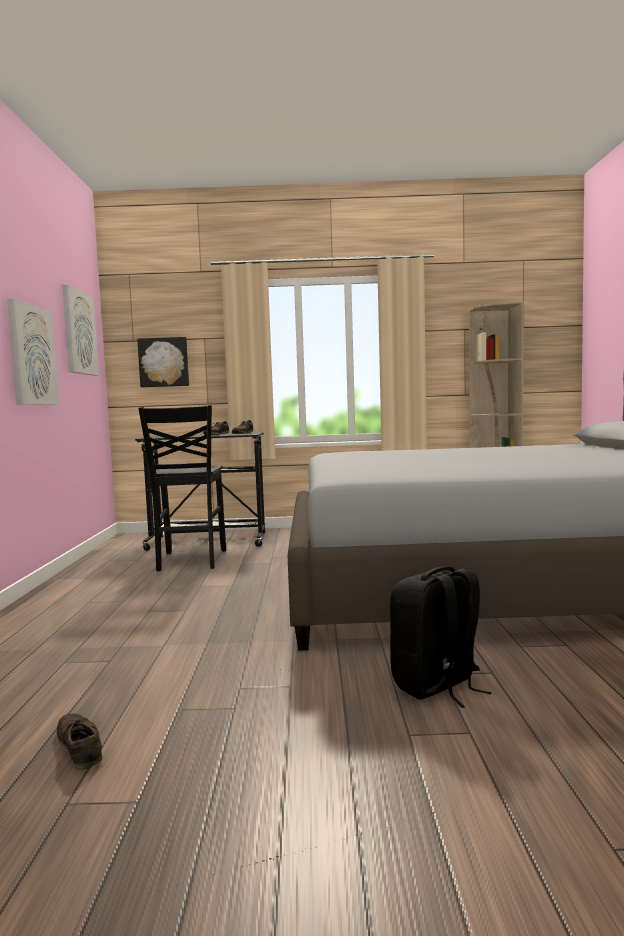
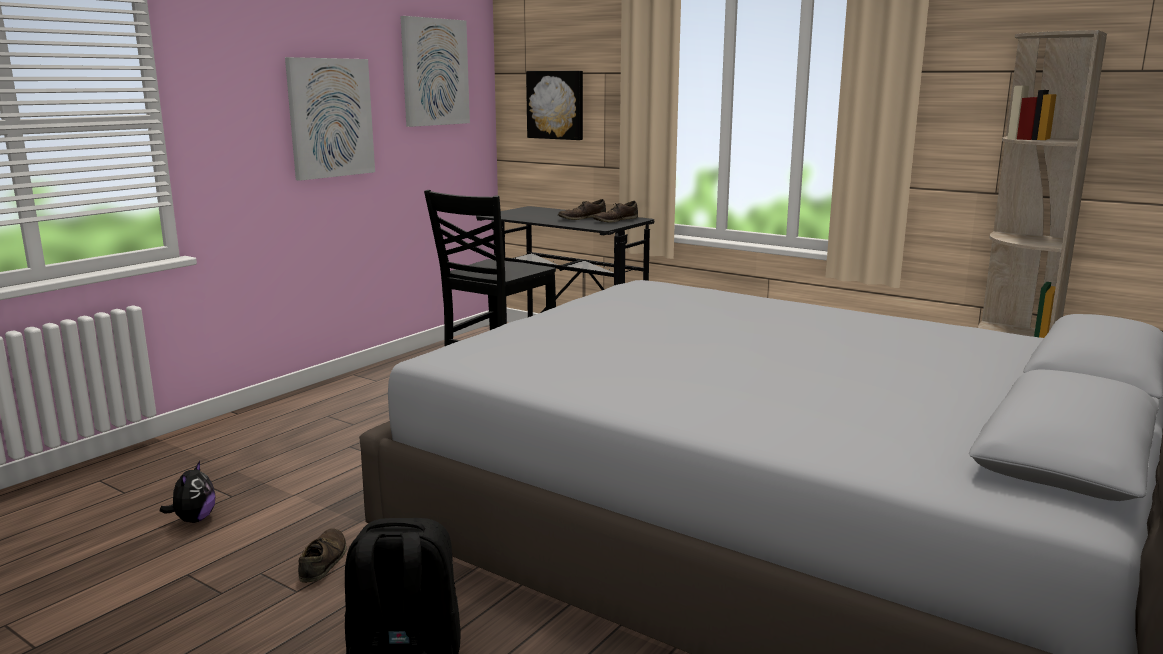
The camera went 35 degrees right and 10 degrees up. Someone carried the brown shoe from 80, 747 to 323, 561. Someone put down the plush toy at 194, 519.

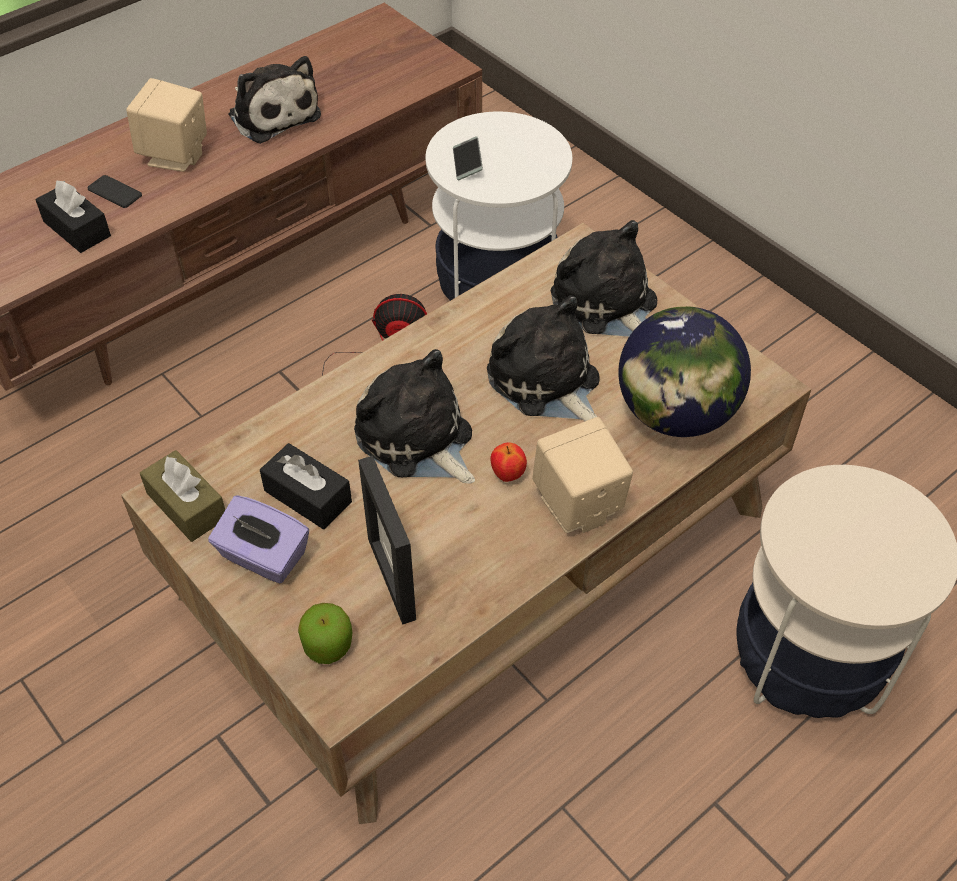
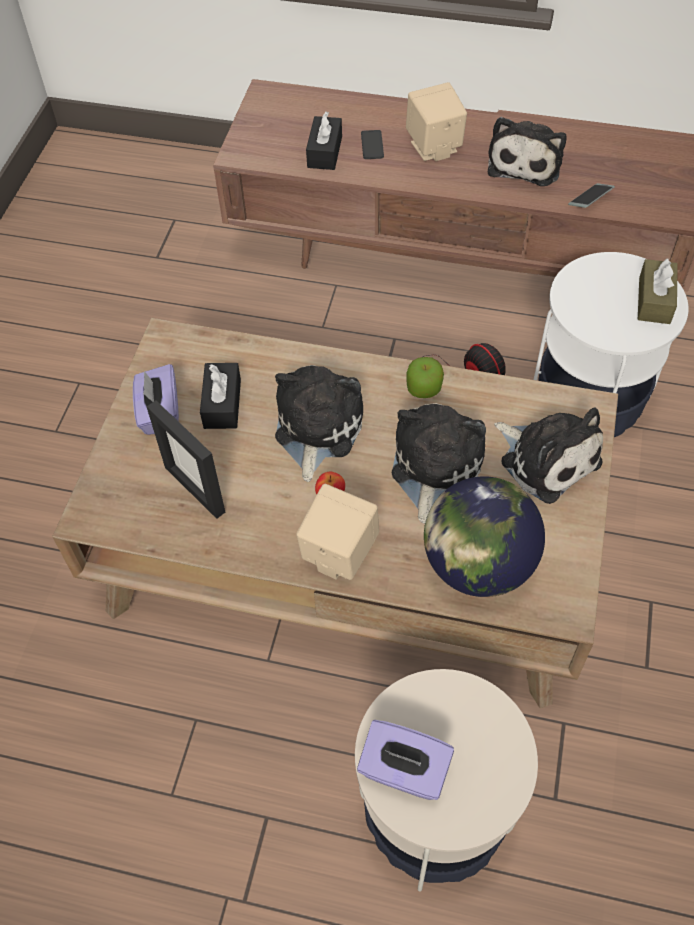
The camera went 55 degrees right and 5 degrees up. Someone carried the brown tissue box from 187, 506 to 654, 300. Someone carried the apple from 328, 645 to 424, 388. Someone rotated the picture frame at 394, 577 by 75 degrees counterclockwise. Someone carried the phone from 467, 163 to 590, 199. Someone rotated the plush toy at 607, 304 by 120 degrees clockwise. Someone put down the purple tissue box at 404, 771.

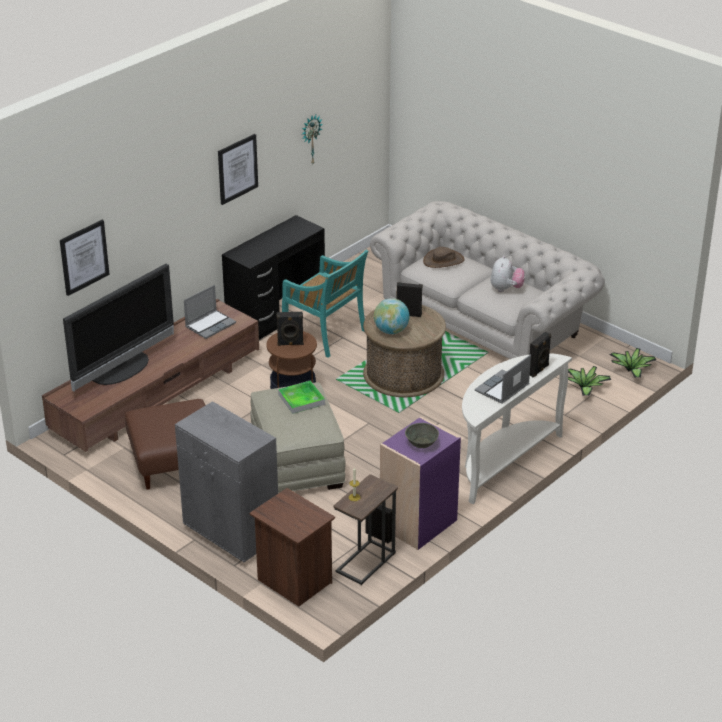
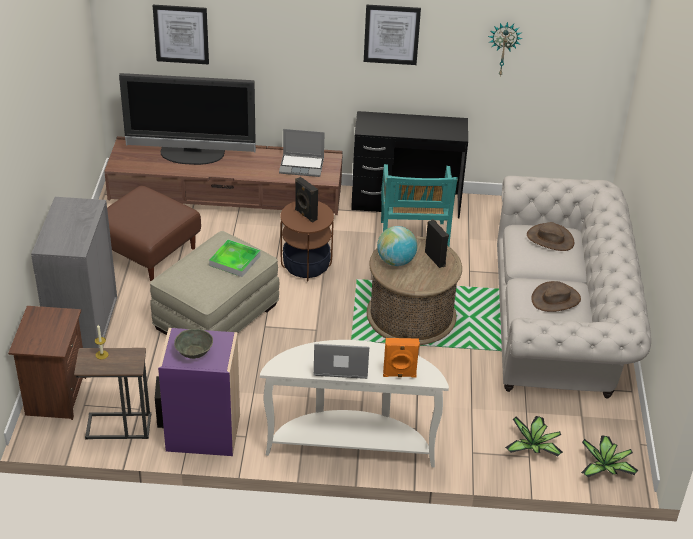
The camera went 50 degrees right and 5 degrees up. Someone swapped the plush toy at 506, 289 for the brown hat at 555, 299. Someone repainted the black speaker at 539, 370, which became the orange speaker at 399, 375.

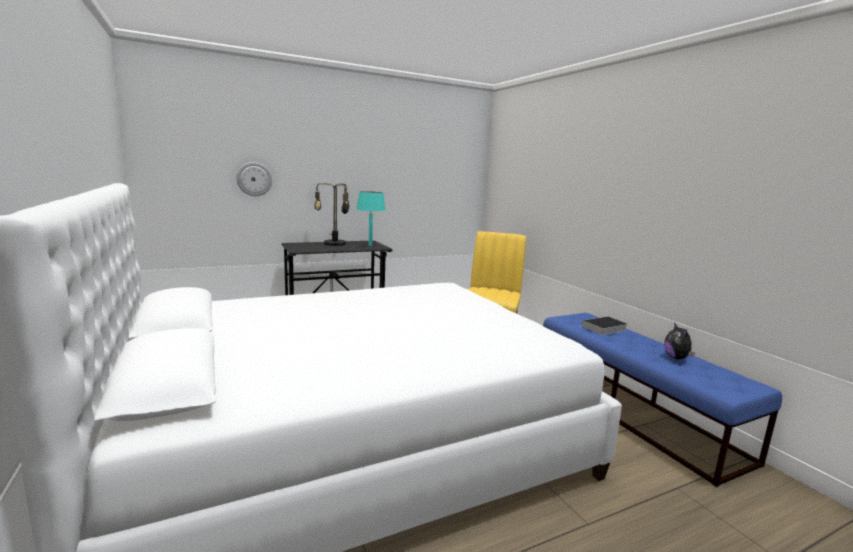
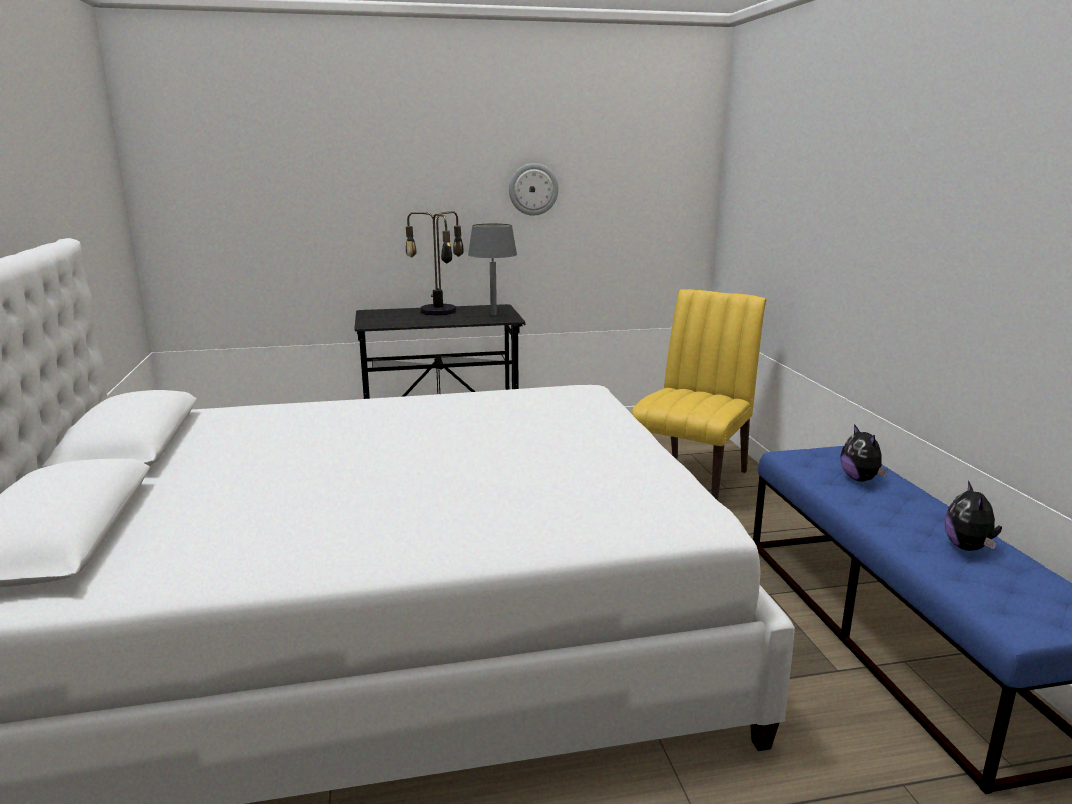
The camera went 15 degrees right and 5 degrees up. Someone carried the wall clock from 254, 179 to 533, 189. Someone repainted the turquoise table lamp at 370, 245, which became the grey table lamp at 493, 314. Someone swapped the book at 603, 328 for the plush toy at 860, 479.

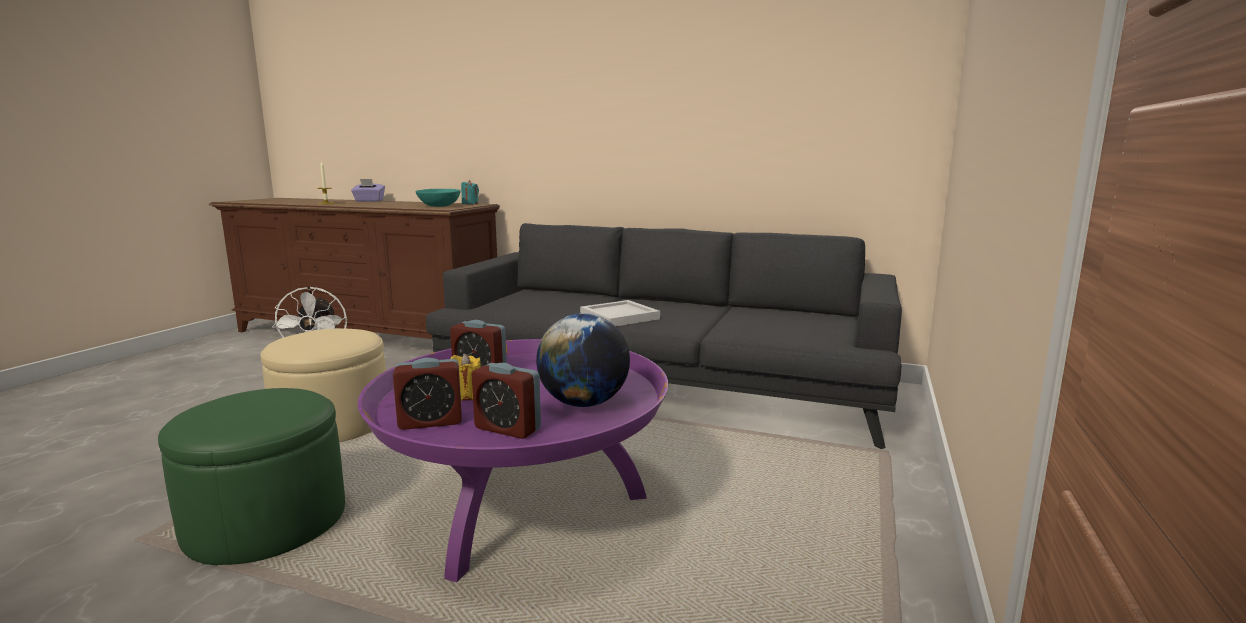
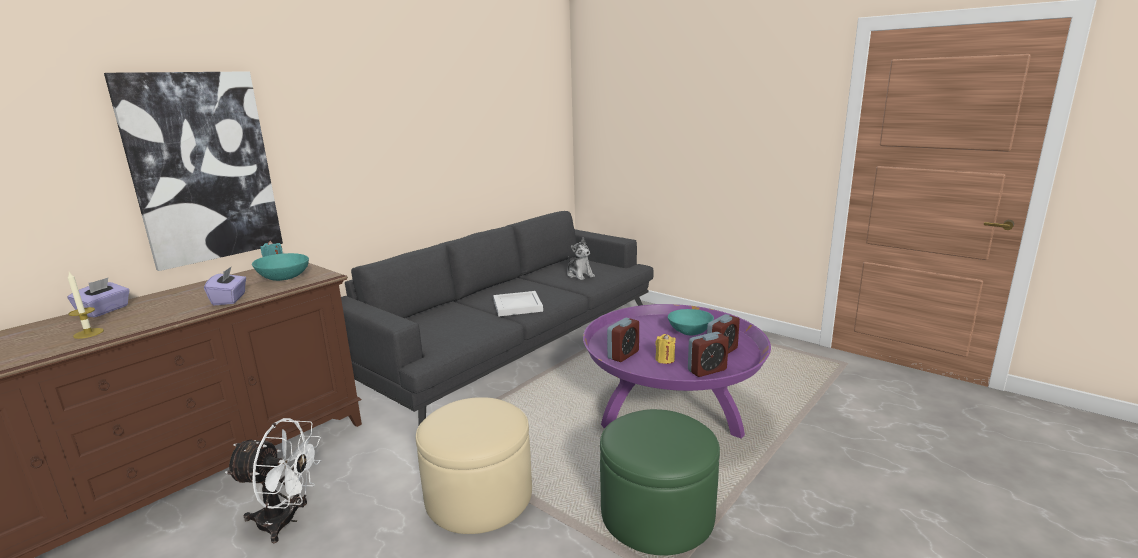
The camera went 70 degrees left and 5 degrees up. Someone rotated the alarm clock at 430, 422 by 60 degrees clockwise. Someone swapped the globe at 584, 403 for the turquoise bowl at 690, 331. Someone put up the picture at 202, 168. Someone put down the purple tissue box at 230, 299. Someone put down the plush toy at 580, 275.

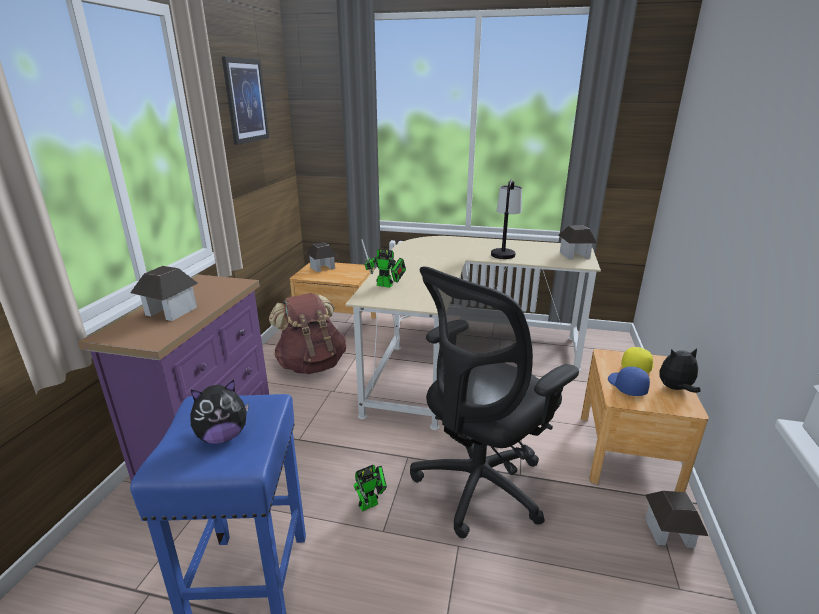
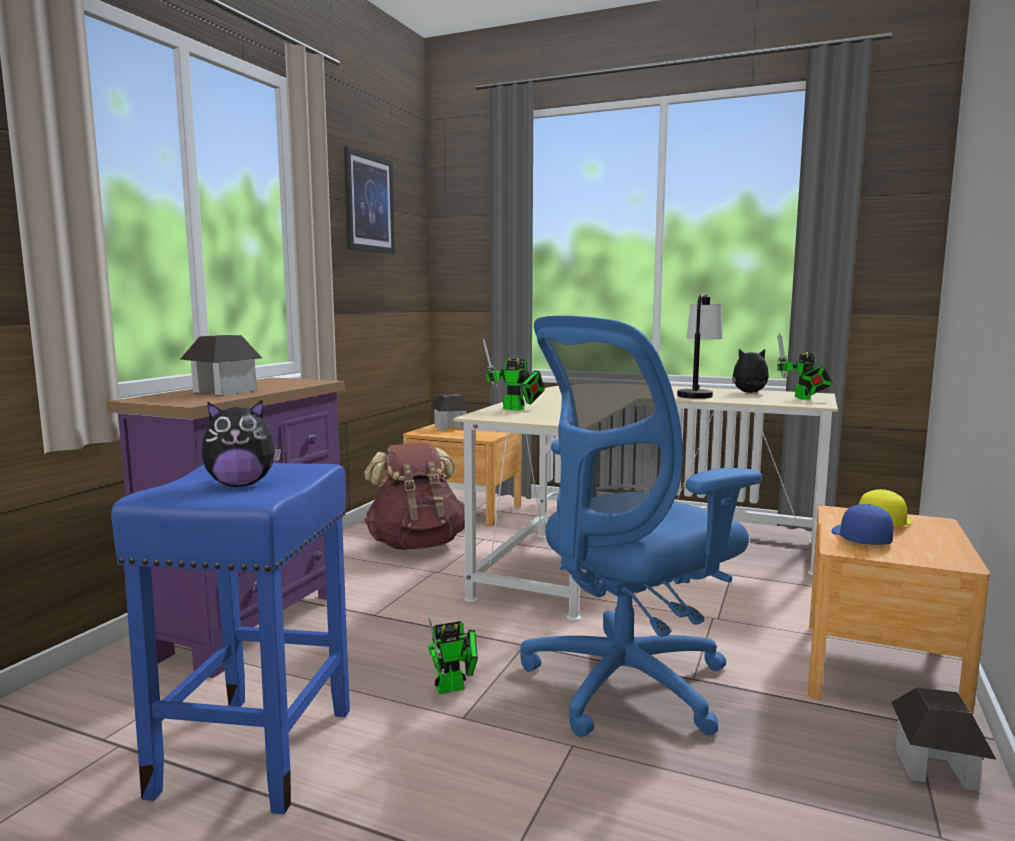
The camera went 10 degrees right and 15 degrees down. Someone repainted the black office chair at 482, 478, which became the blue office chair at 632, 677. Someone swapped the toy house at 574, 255 for the toy robot at 803, 398. Someone carried the plush toy from 675, 389 to 750, 393.

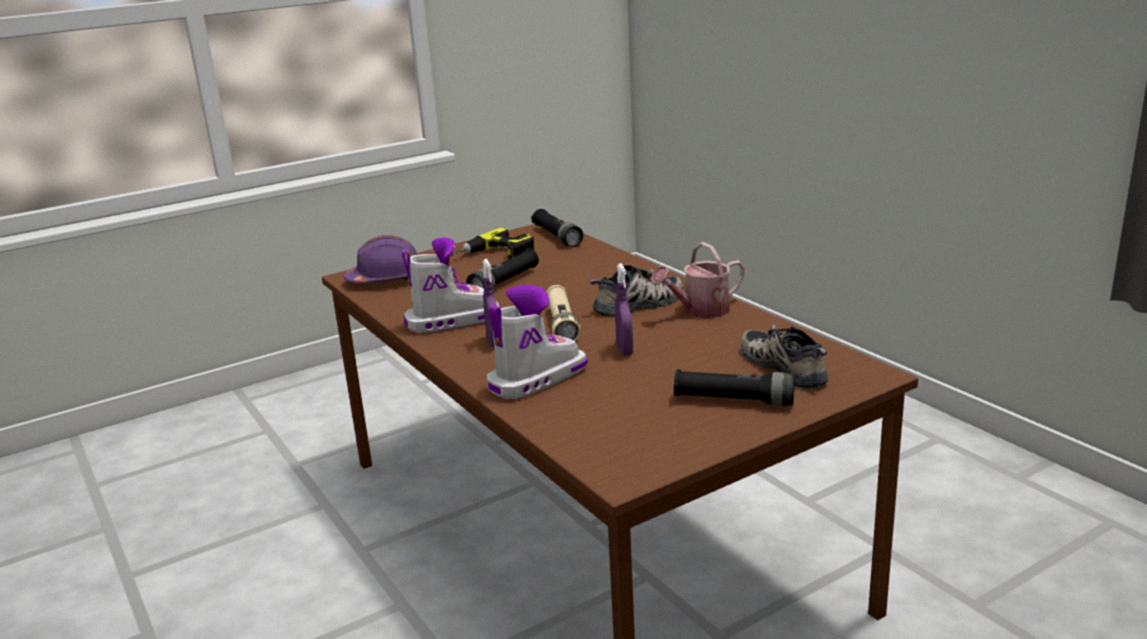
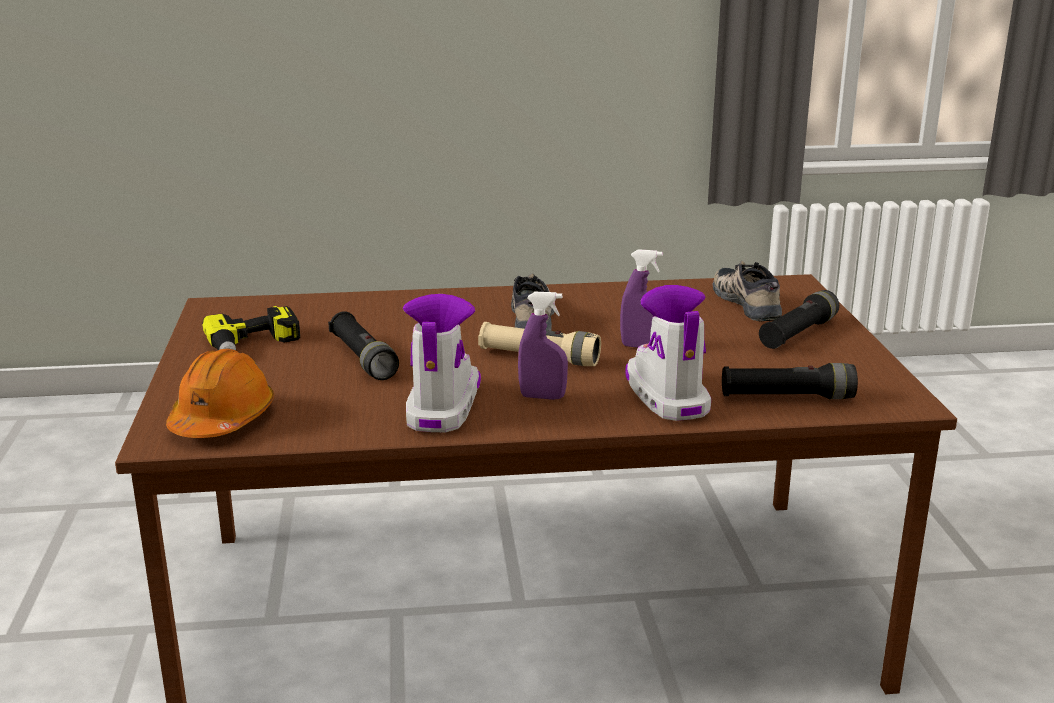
The camera went 65 degrees left and 0 degrees up. Someone repainted the purple hard hat at 387, 279, which became the orange hard hat at 222, 419. Someone carried the black flashlight from 557, 237 to 786, 397. Someone took away the watering can at 700, 310. Someone rotated the shoe at 786, 366 by 75 degrees clockwise.

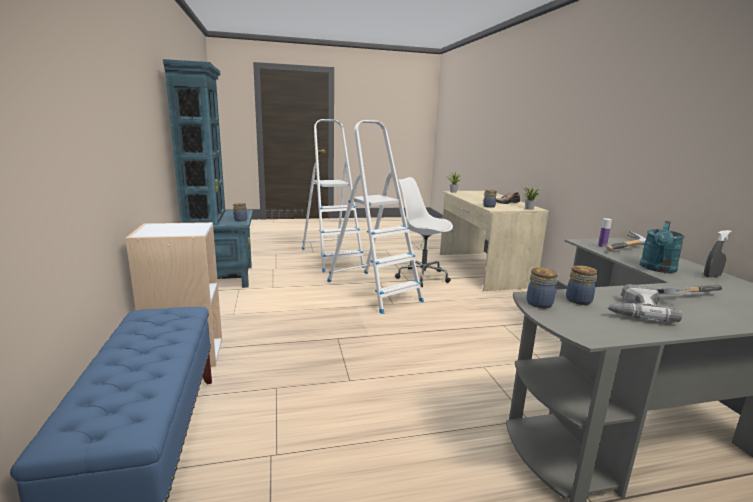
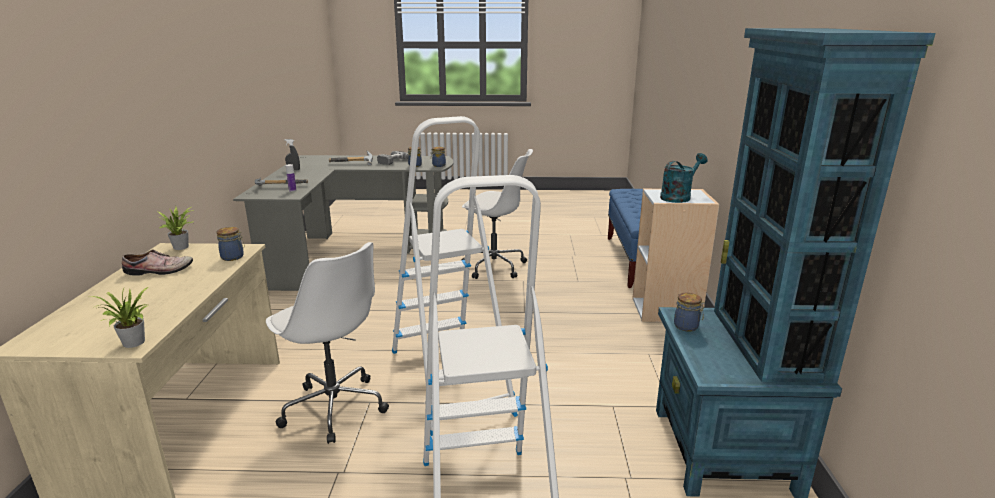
The camera went 165 degrees left and 5 degrees up. Someone carried the turquoise watering can from 657, 269 to 678, 197. Someone put down the white office chair at 496, 267.

